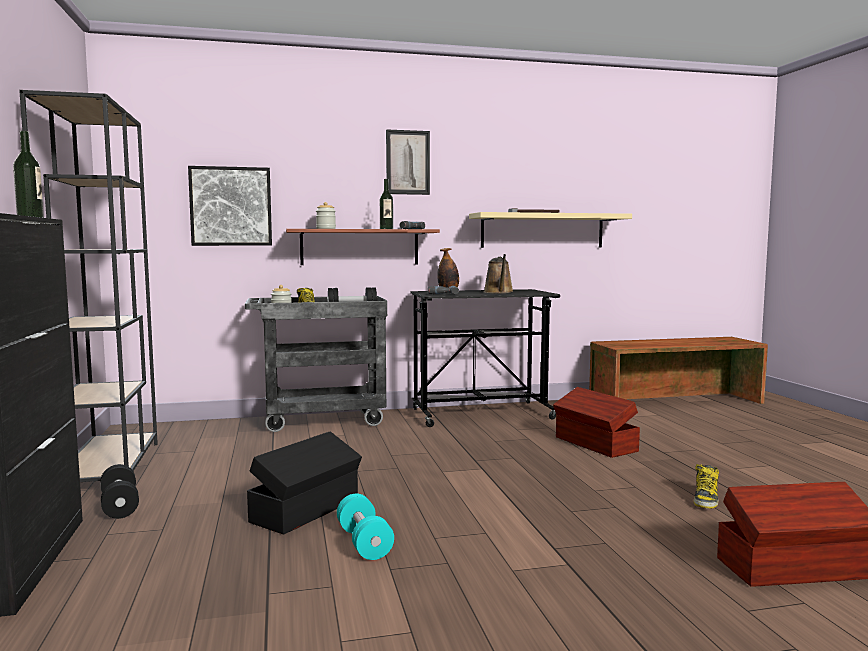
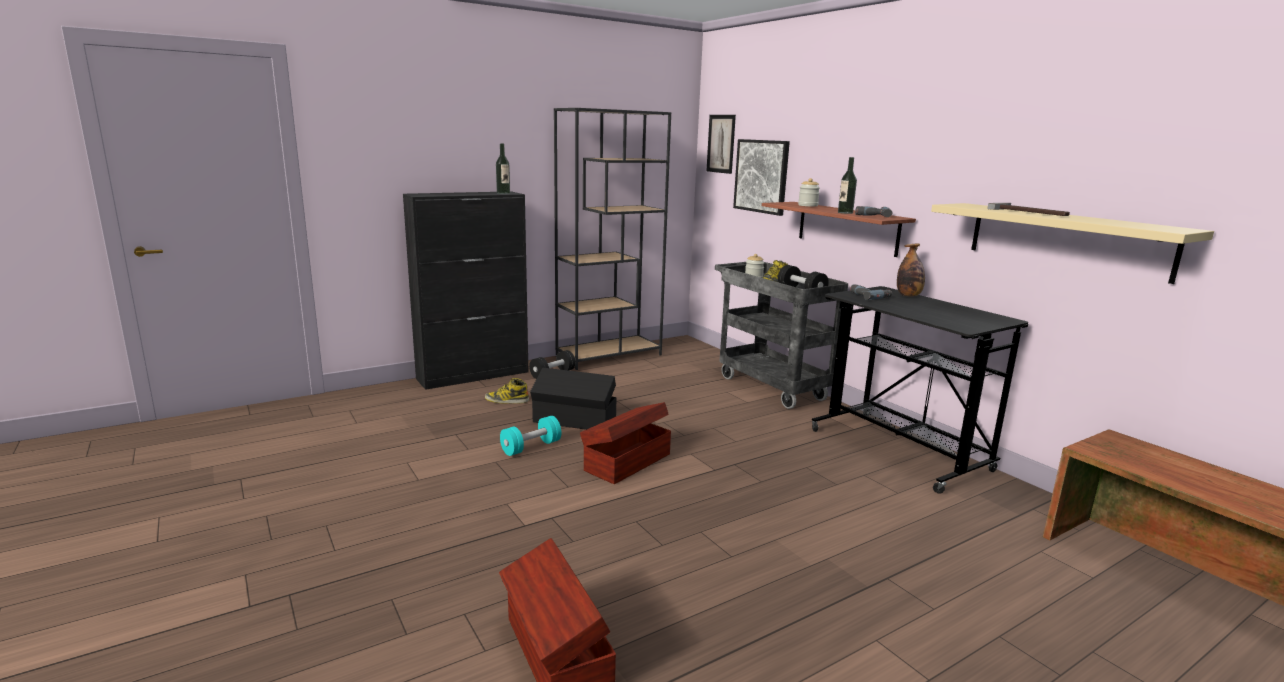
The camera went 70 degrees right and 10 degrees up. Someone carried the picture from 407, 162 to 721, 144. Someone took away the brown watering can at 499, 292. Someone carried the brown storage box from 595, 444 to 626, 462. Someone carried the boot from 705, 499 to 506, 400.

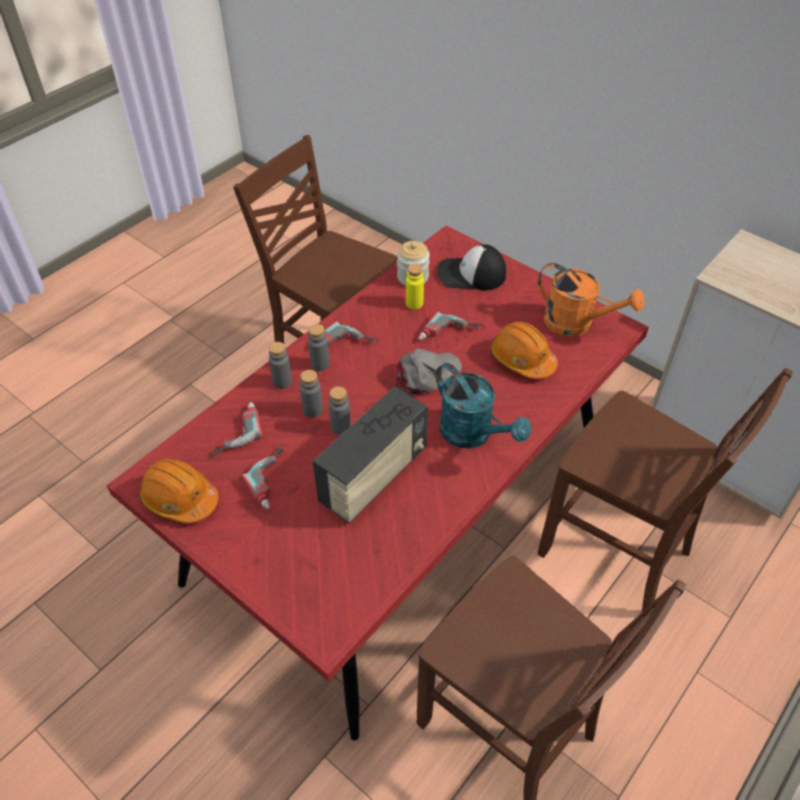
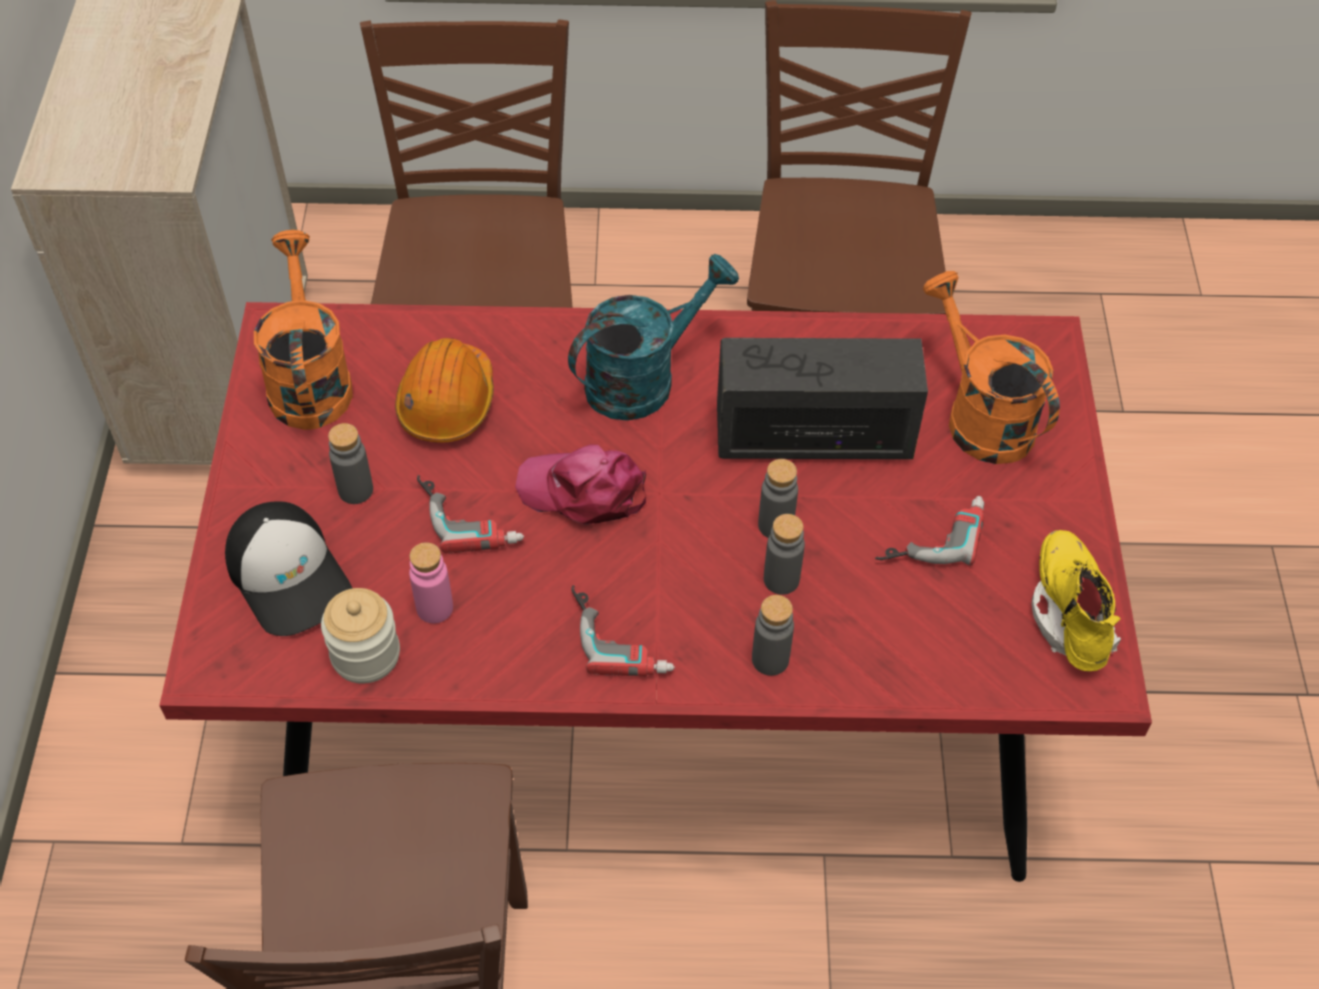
The camera went 130 degrees left and 5 degrees up. Someone swapped the orange hard hat at 180, 498 for the yellow boot at 1070, 614. Someone took away the power drill at 234, 432. Someone carried the grey bottle from 320, 364 to 355, 490. Someone repainted the grey cap at 426, 375, which became the pink cap at 584, 490. Someone repainted the yellow bottle at 414, 303, which became the pink bottle at 434, 608. Someone rotated the turquoise watering can at 473, 434 by 45 degrees clockwise. Someone put down the orange watering can at 979, 415.

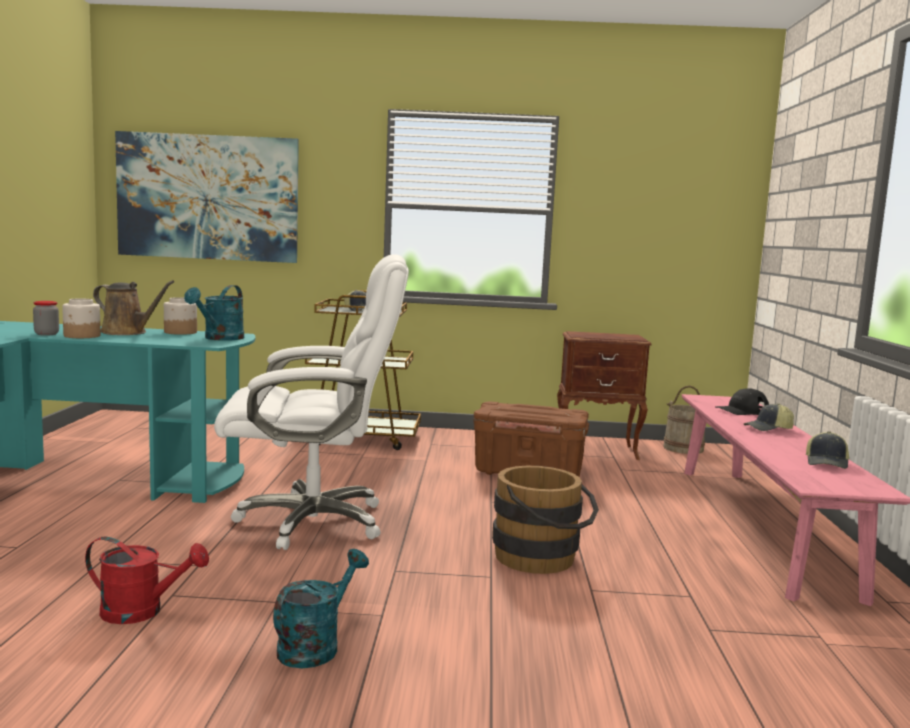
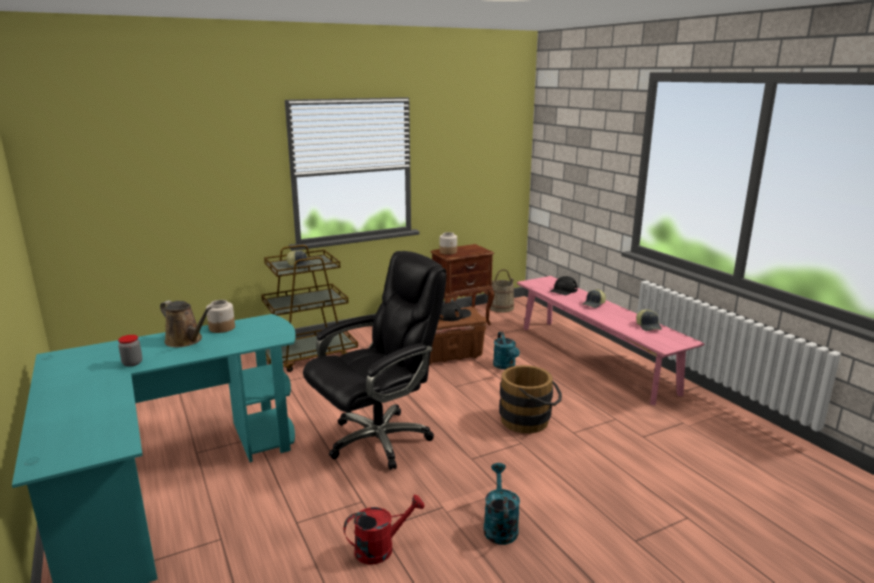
The camera went 30 degrees left and 10 degrees up. Someone carried the jar from 82, 336 to 448, 252. Someone rotated the brown watering can at 127, 332 by 45 degrees clockwise. Someone took away the picture at 208, 197. Someone carried the turquoise watering can from 220, 338 to 505, 366. Someone repainted the white office chair at 309, 521, which became the black office chair at 377, 440. Someone put down the black cap at 454, 315.

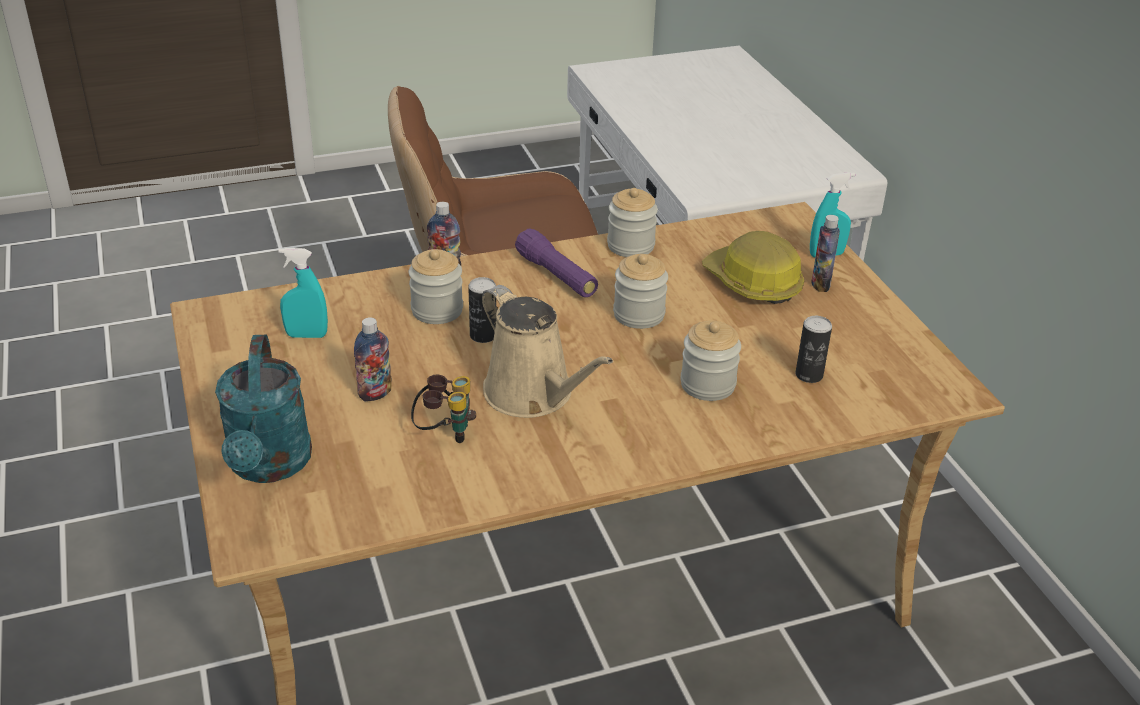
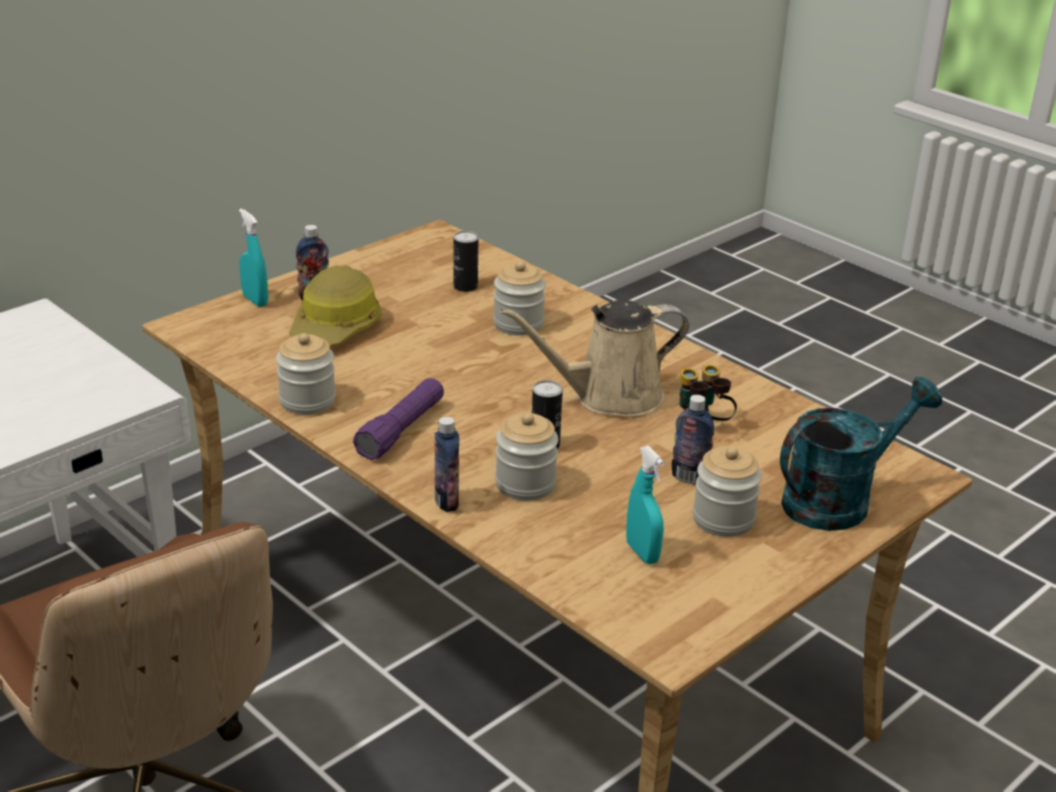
The camera went 115 degrees left and 5 degrees down. Someone rotated the beige watering can at 533, 395 by 135 degrees counterclockwise. Someone carried the jar from 638, 315 to 723, 519.

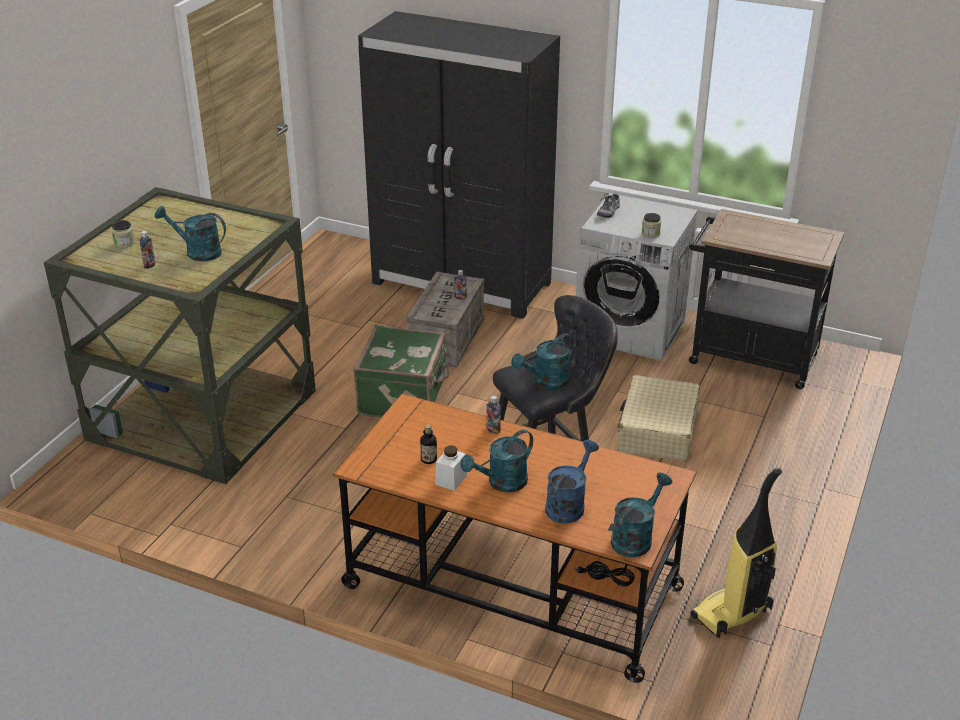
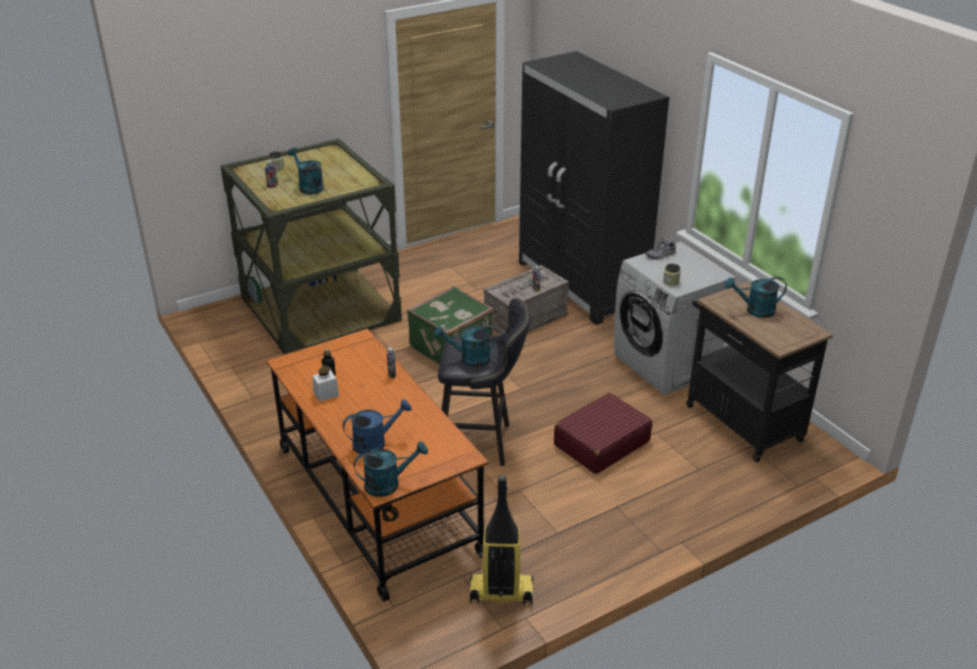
The camera went 35 degrees right and 0 degrees up. Someone carried the turquoise watering can from 501, 483 to 755, 310. Someone repainted the beige suitcase at 657, 431, which became the red suitcase at 601, 443.

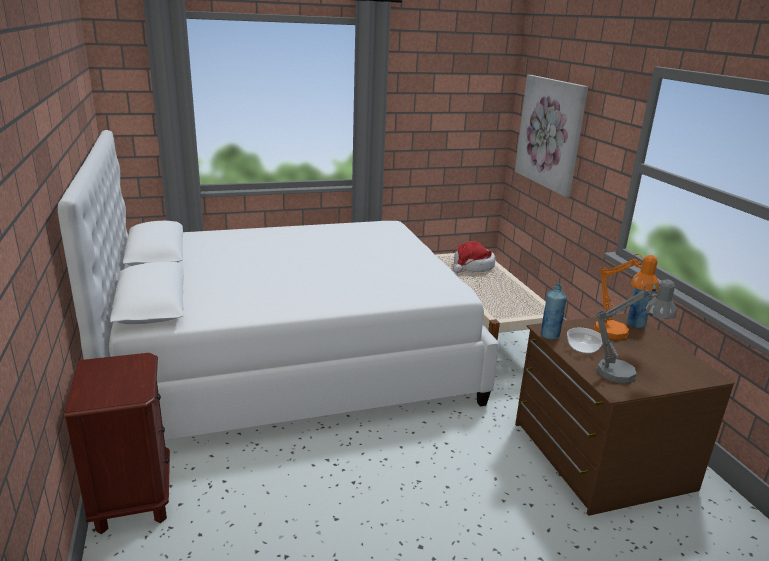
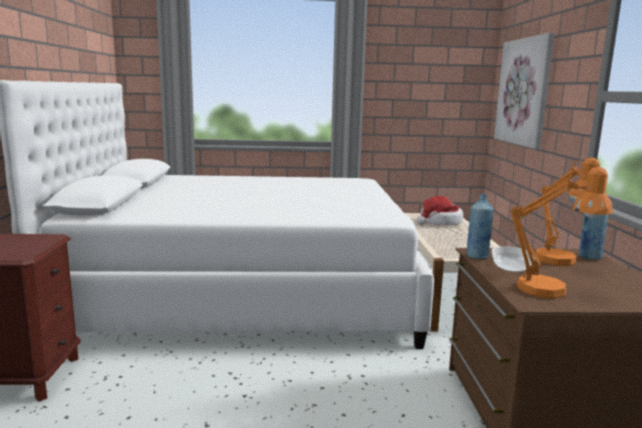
The camera went 15 degrees right and 10 degrees down. Someone repainted the grey table lamp at 624, 373, which became the orange table lamp at 552, 290.

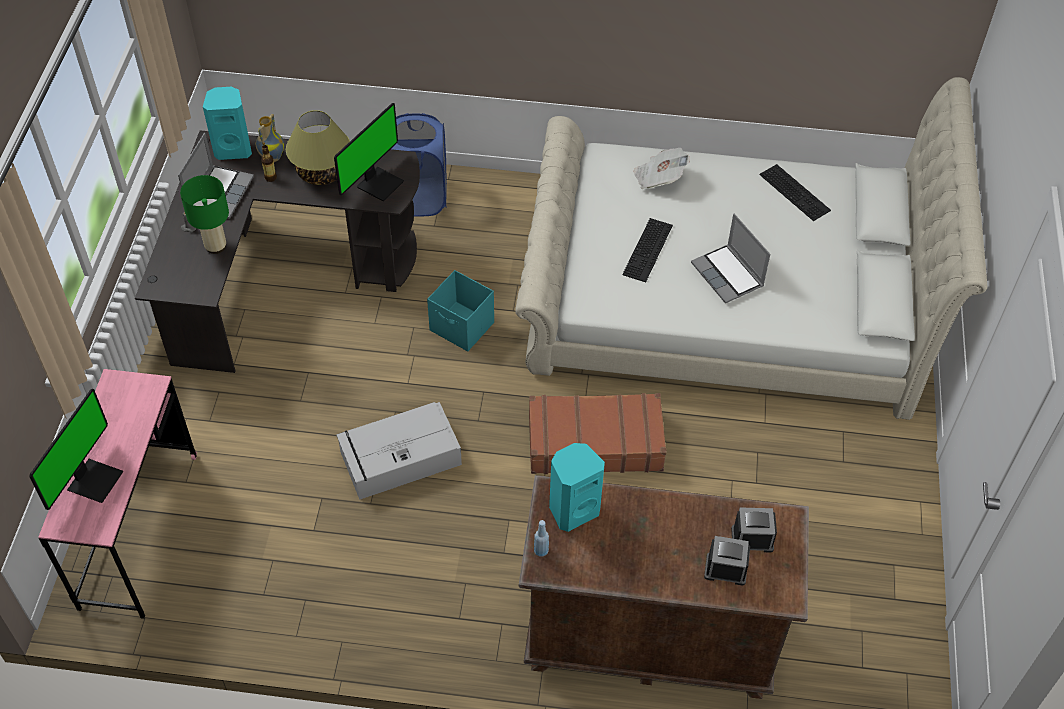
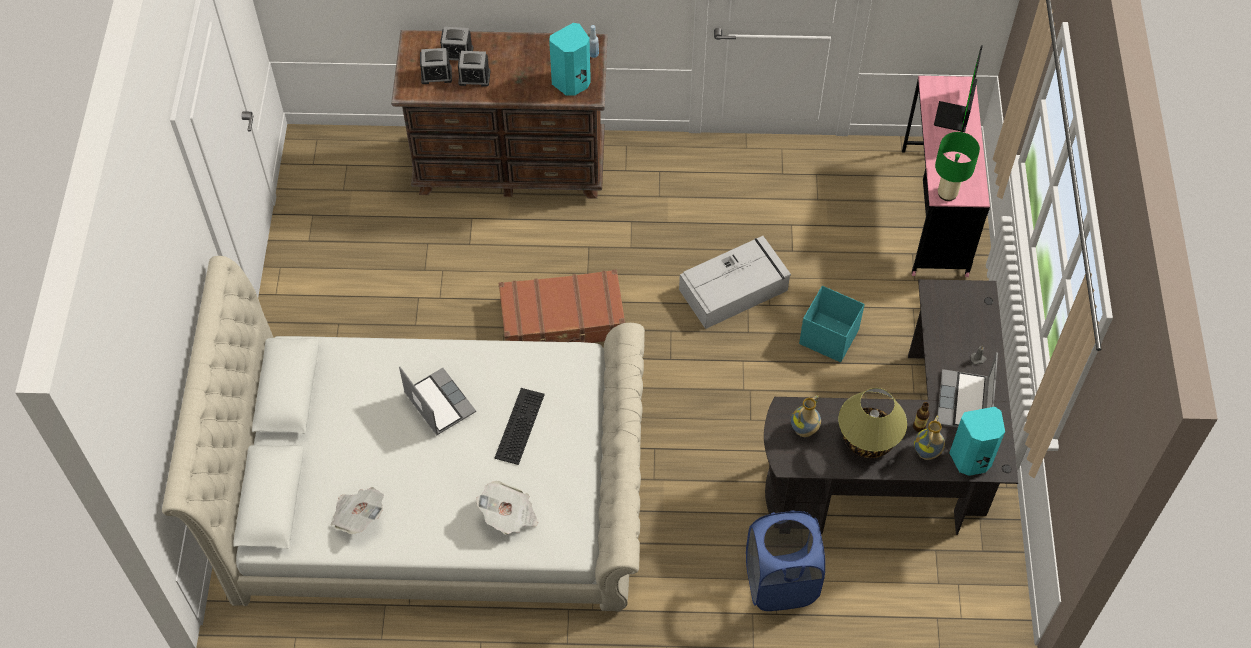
The camera went 175 degrees right and 5 degrees up. Someone carried the green table lamp from 216, 246 to 947, 194. Someone swapped the monitor at 379, 183 for the vase at 804, 430. Someone carried the turquoise storage box from 462, 327 to 828, 336. Someone swapped the keyboard at 796, 192 for the newspaper at 358, 516. Someone put down the alarm clock at 474, 77.

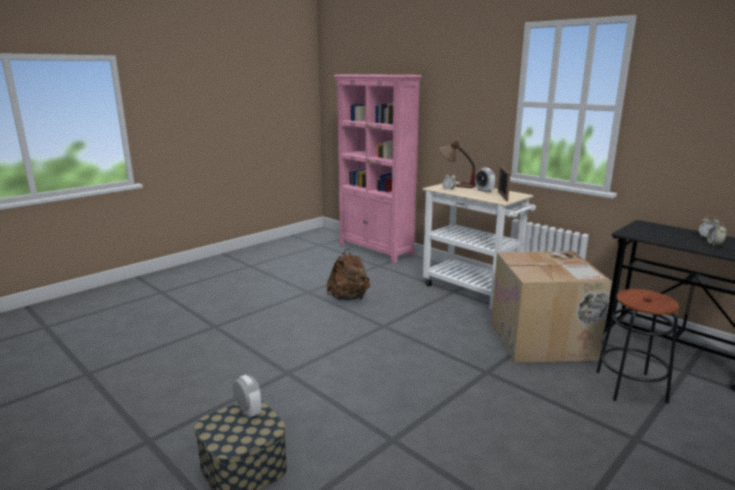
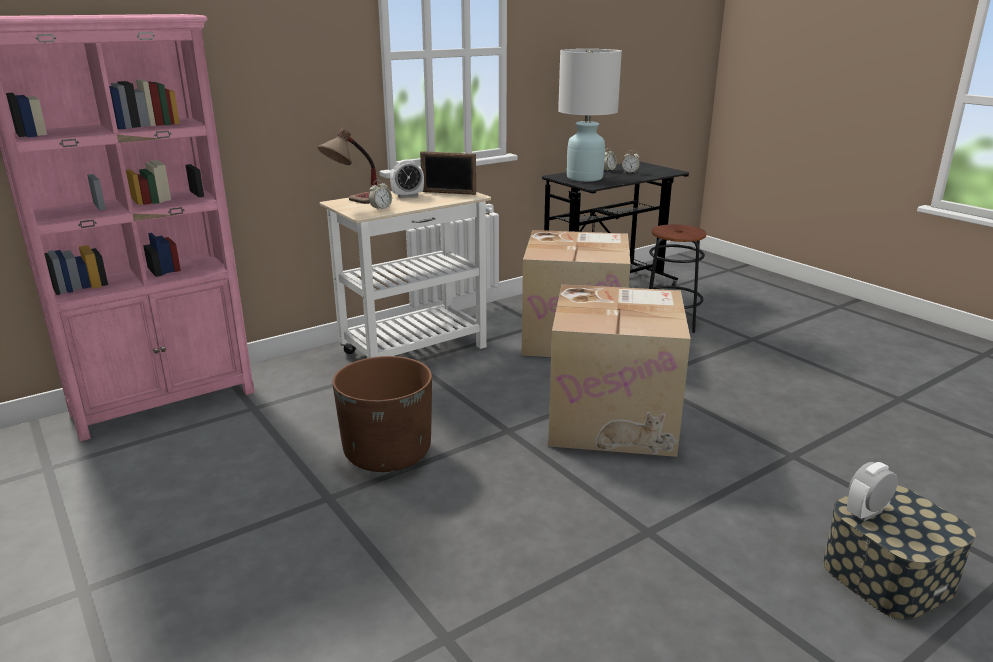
The camera went 80 degrees left and 5 degrees up. Someone swapped the brown backpack at 349, 298 for the brown planter at 387, 452. Someone put down the cardboard box at 614, 418. Someone put down the white table lamp at 584, 178.

